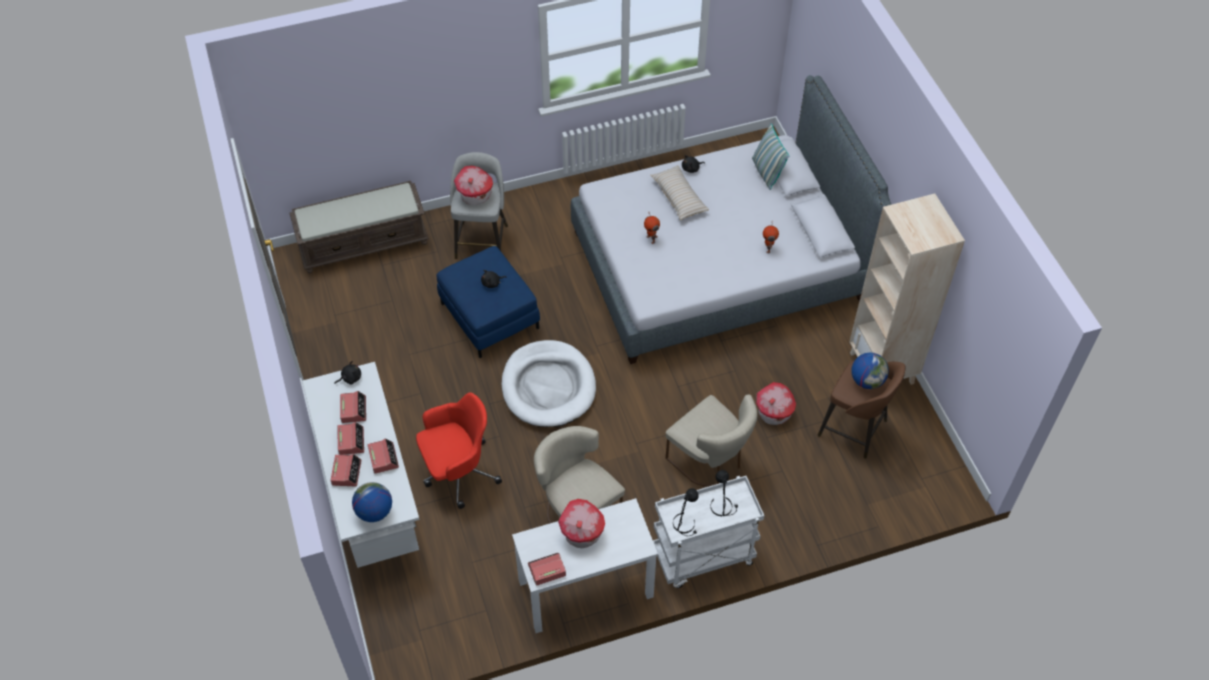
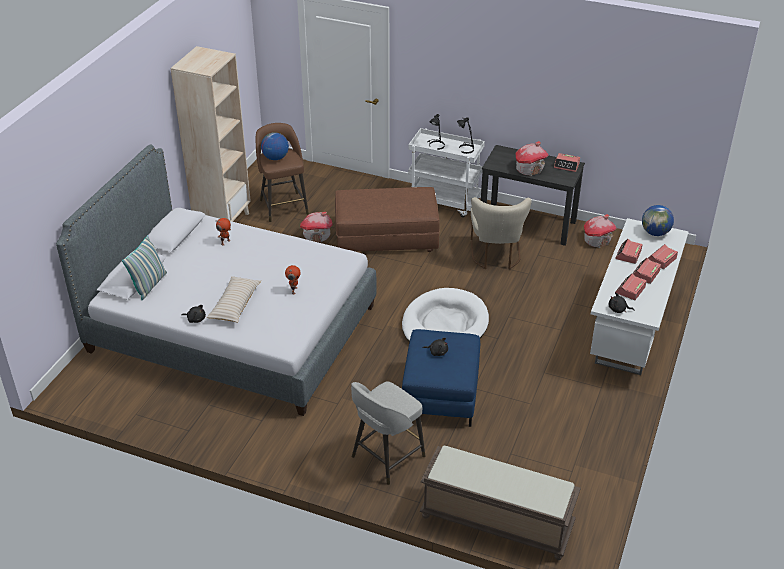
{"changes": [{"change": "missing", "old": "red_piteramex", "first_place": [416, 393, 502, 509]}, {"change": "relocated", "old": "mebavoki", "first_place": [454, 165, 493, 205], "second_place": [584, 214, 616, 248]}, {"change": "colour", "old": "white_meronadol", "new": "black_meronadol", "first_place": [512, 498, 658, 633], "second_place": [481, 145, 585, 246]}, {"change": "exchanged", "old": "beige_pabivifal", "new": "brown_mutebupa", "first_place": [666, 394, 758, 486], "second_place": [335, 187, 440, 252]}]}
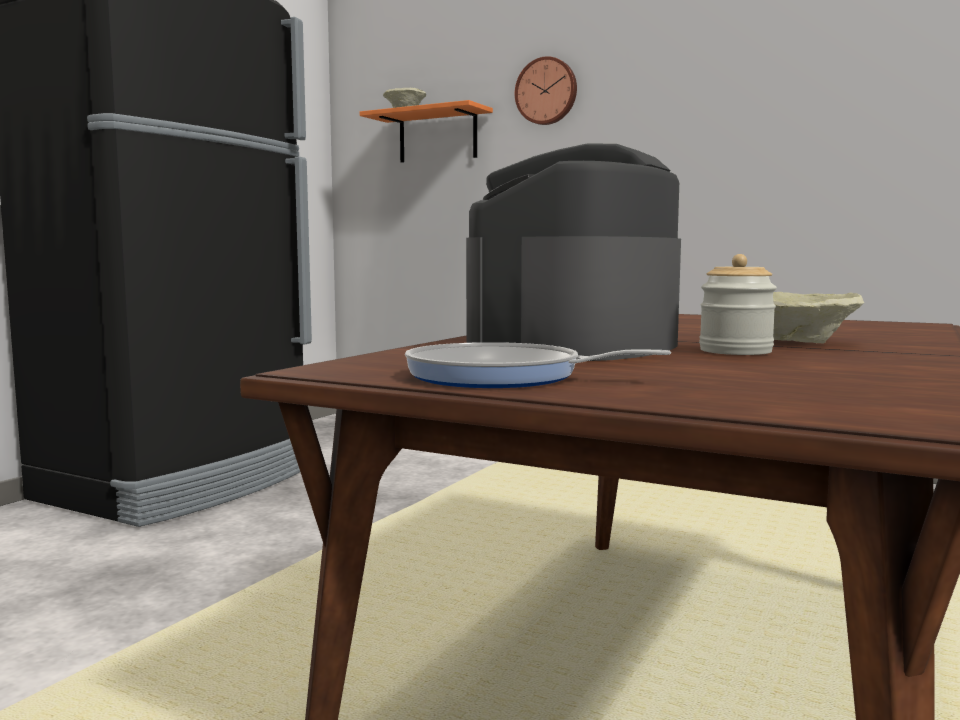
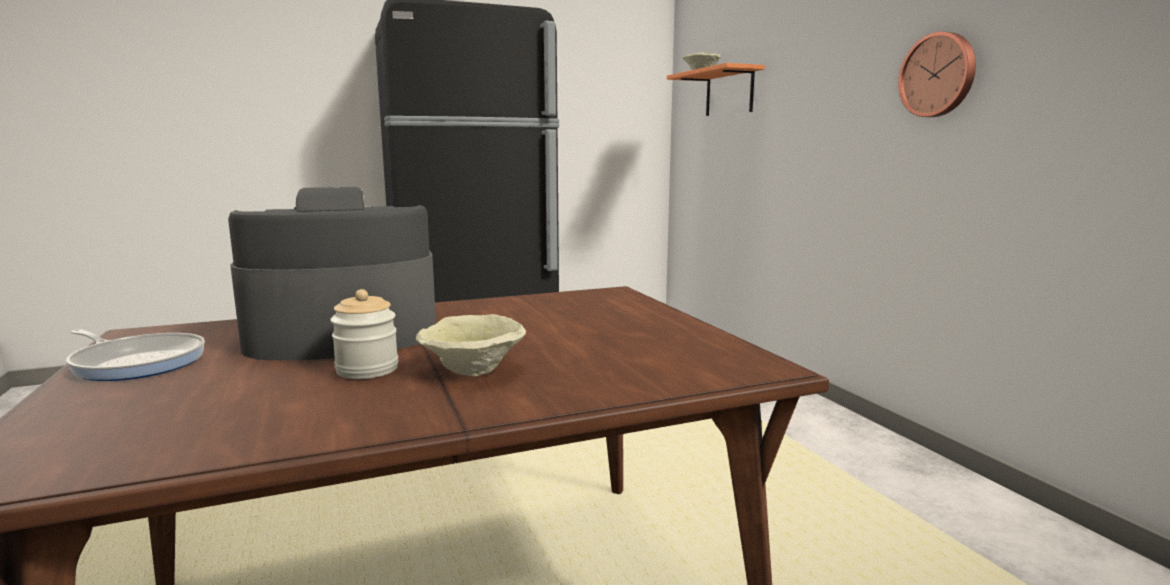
{"changes": [{"change": "spun", "old": "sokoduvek", "first_place": [405, 342, 671, 388], "second_place": [66, 329, 205, 381], "degrees": 150}, {"change": "relocated", "old": "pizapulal", "first_place": [515, 56, 577, 125], "second_place": [898, 32, 976, 117]}]}
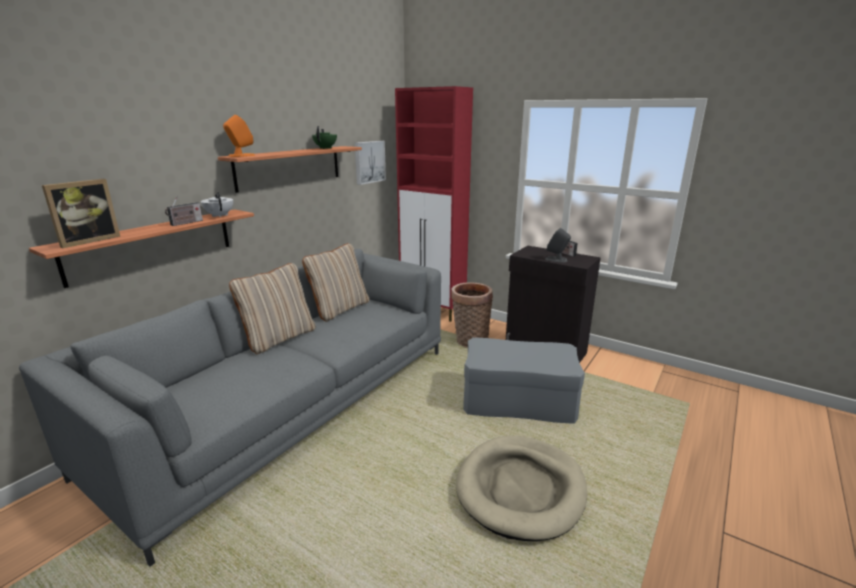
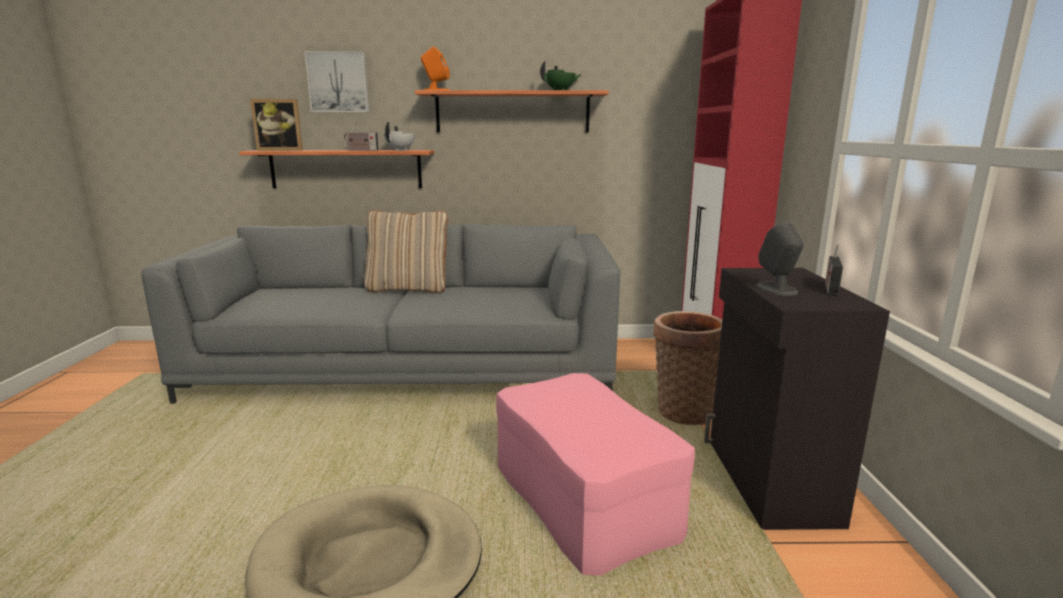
{"changes": [{"change": "missing", "old": "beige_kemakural", "first_place": [302, 243, 370, 322]}, {"change": "relocated", "old": "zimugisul", "first_place": [355, 141, 386, 185], "second_place": [305, 51, 369, 113]}, {"change": "colour", "old": "grey_mutebupa", "new": "pink_mutebupa", "first_place": [463, 337, 585, 424], "second_place": [496, 373, 695, 576]}]}
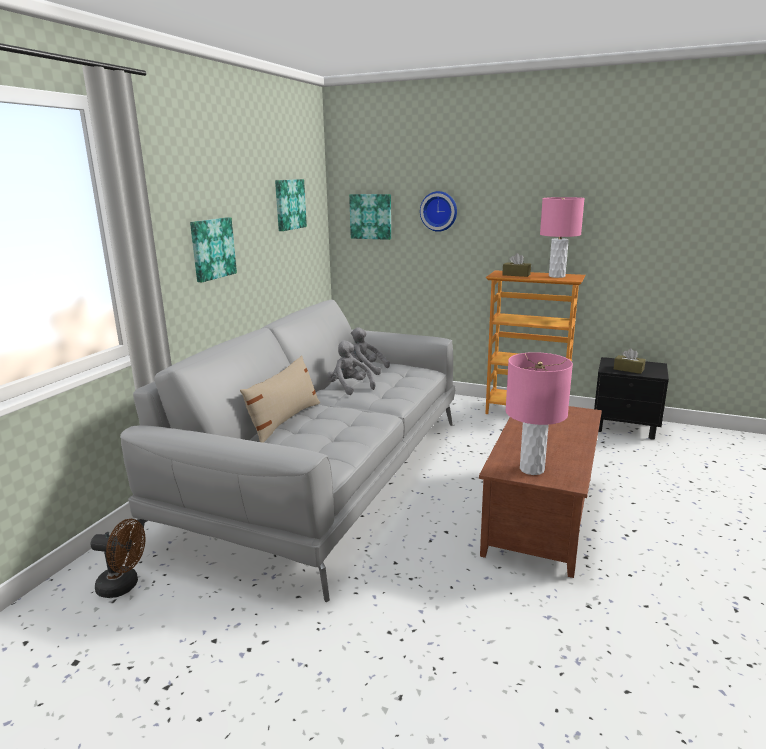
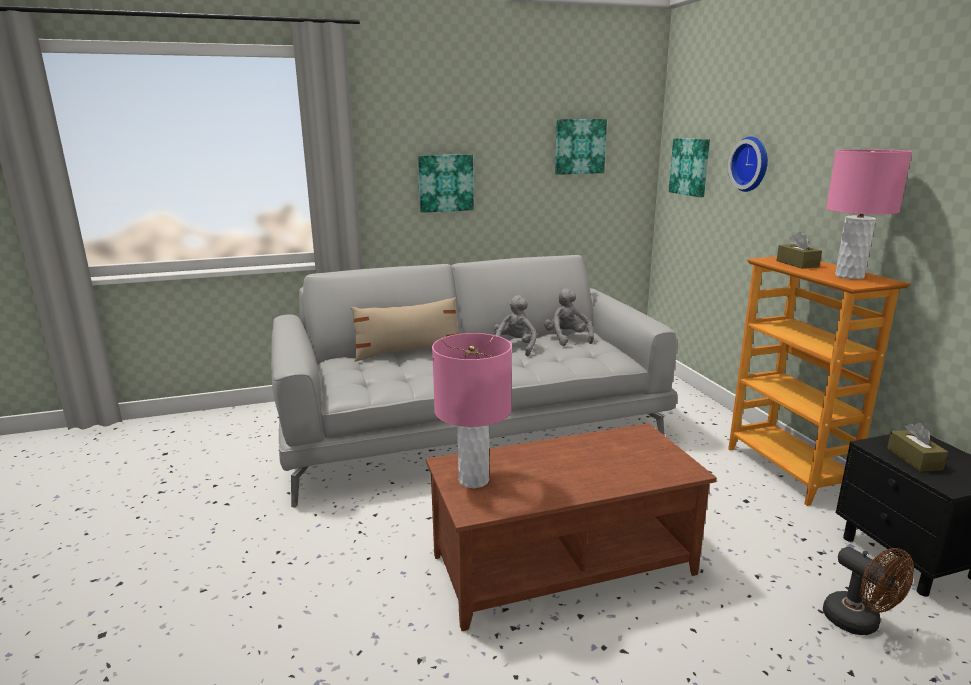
{"changes": [{"change": "relocated", "old": "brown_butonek", "first_place": [91, 519, 146, 598], "second_place": [823, 546, 914, 635]}]}
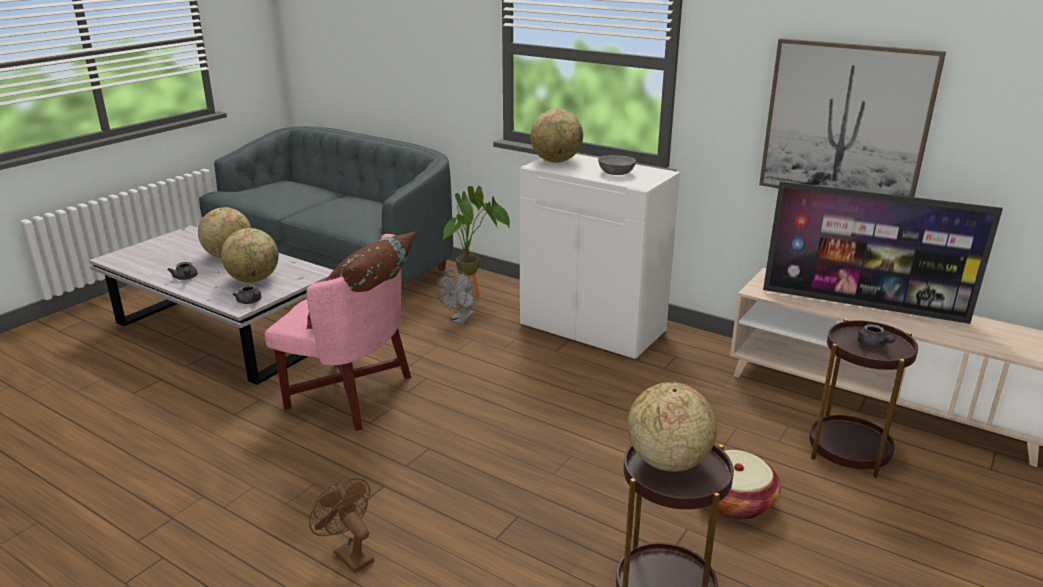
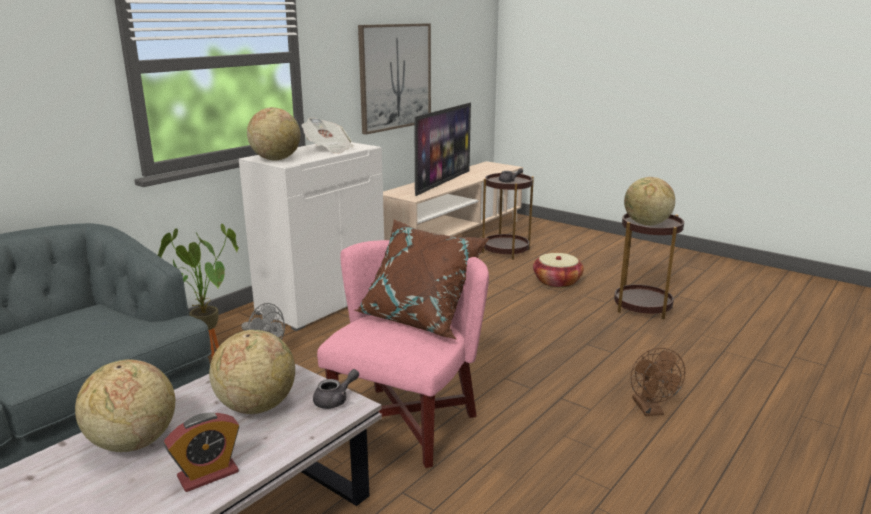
{"changes": [{"change": "exchanged", "old": "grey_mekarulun", "new": "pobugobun", "first_place": [168, 262, 198, 280], "second_place": [164, 412, 239, 492]}, {"change": "spun", "old": "brown_butonek", "first_place": [309, 478, 374, 573], "second_place": [630, 348, 685, 416], "degrees": -60}, {"change": "exchanged", "old": "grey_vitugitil", "new": "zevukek", "first_place": [598, 155, 636, 175], "second_place": [302, 118, 354, 154]}]}
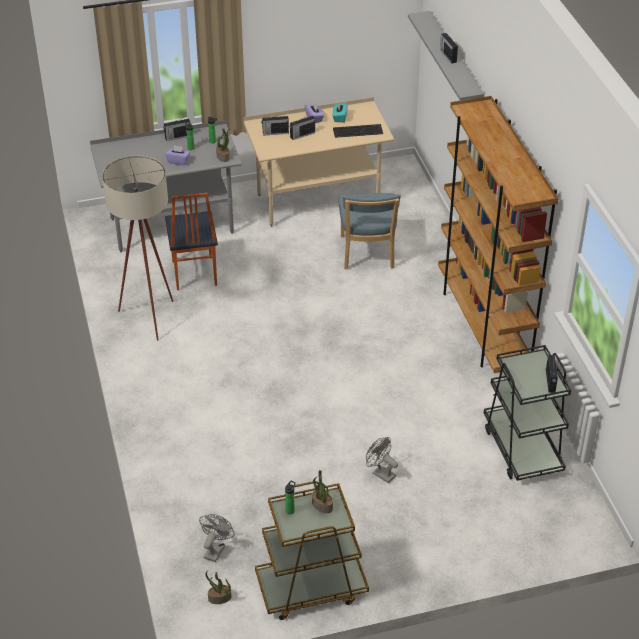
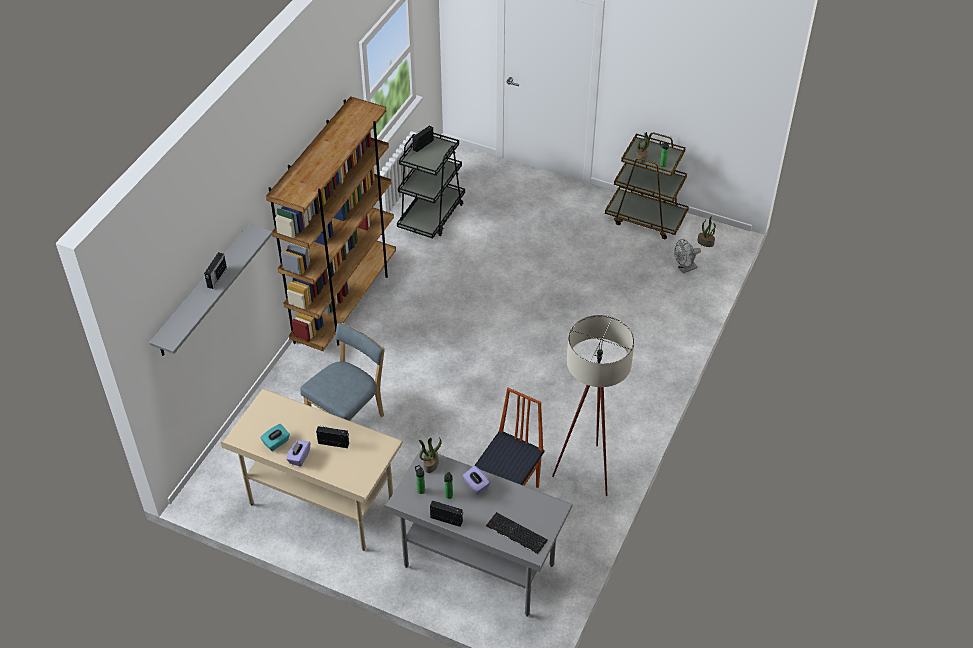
{"changes": [{"change": "missing", "old": "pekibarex", "first_place": [261, 114, 289, 136]}, {"change": "relocated", "old": "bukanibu", "first_place": [333, 124, 383, 138], "second_place": [486, 512, 548, 554]}, {"change": "missing", "old": "grey_butonek", "first_place": [366, 437, 398, 483]}]}
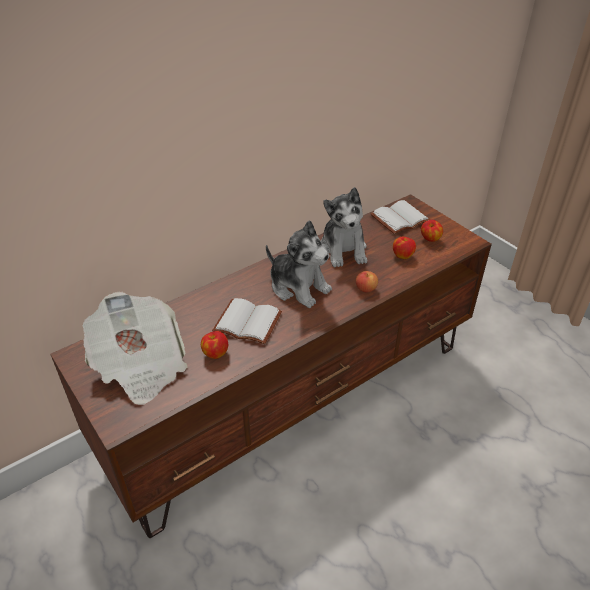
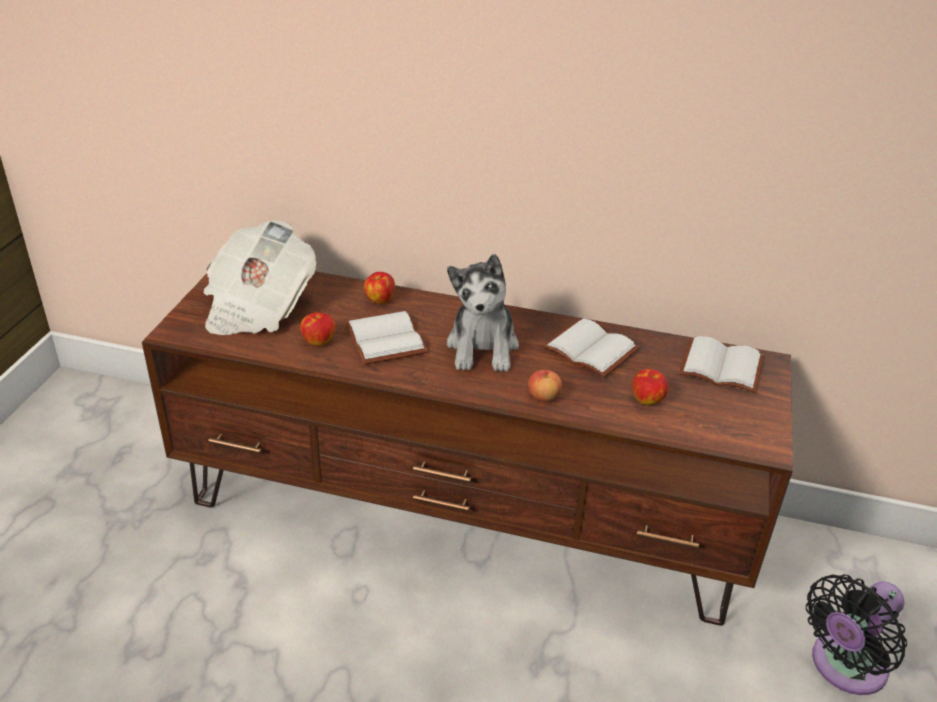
{"changes": [{"change": "exchanged", "old": "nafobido", "new": "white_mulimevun", "first_place": [321, 187, 367, 267], "second_place": [543, 318, 639, 378]}, {"change": "relocated", "old": "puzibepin", "first_place": [421, 220, 443, 242], "second_place": [364, 272, 395, 304]}, {"change": "appeared", "new": "black_butonek", "second_place": [806, 574, 907, 695]}]}
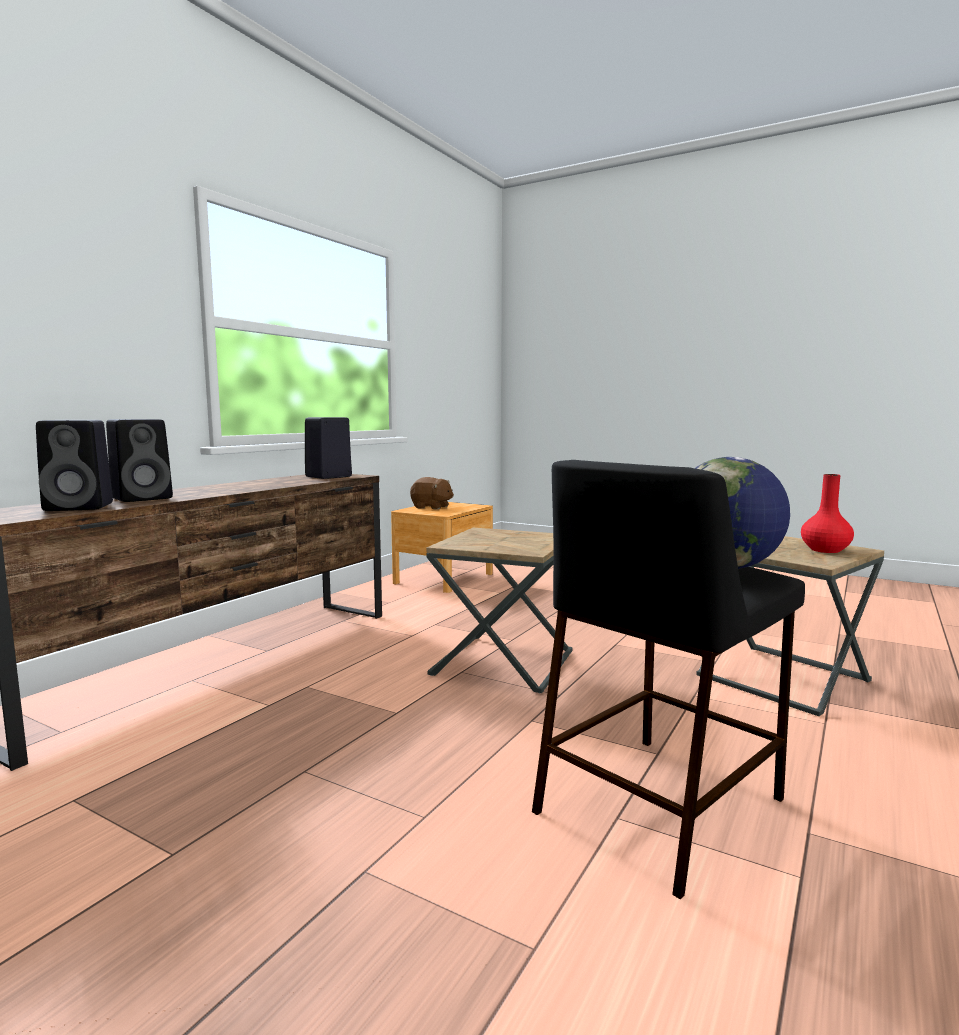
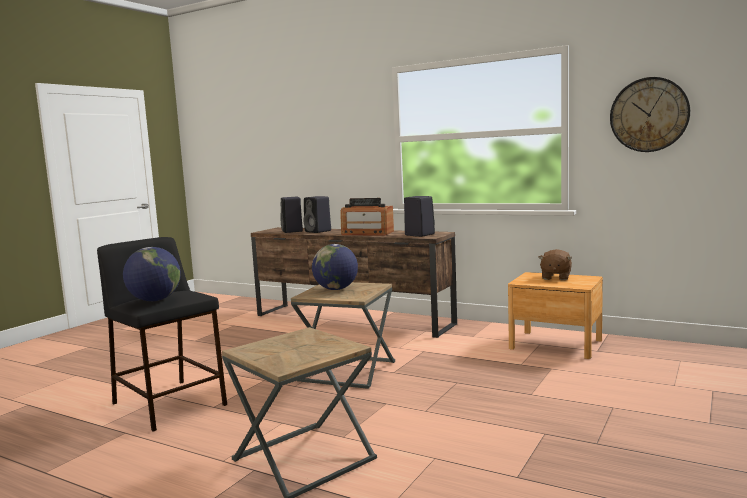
{"changes": [{"change": "missing", "old": "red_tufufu", "first_place": [801, 474, 854, 553]}, {"change": "appeared", "new": "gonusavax", "second_place": [312, 244, 358, 290]}, {"change": "appeared", "new": "pekibarex", "second_place": [340, 198, 394, 235]}, {"change": "appeared", "new": "pizapulal", "second_place": [610, 77, 690, 152]}]}
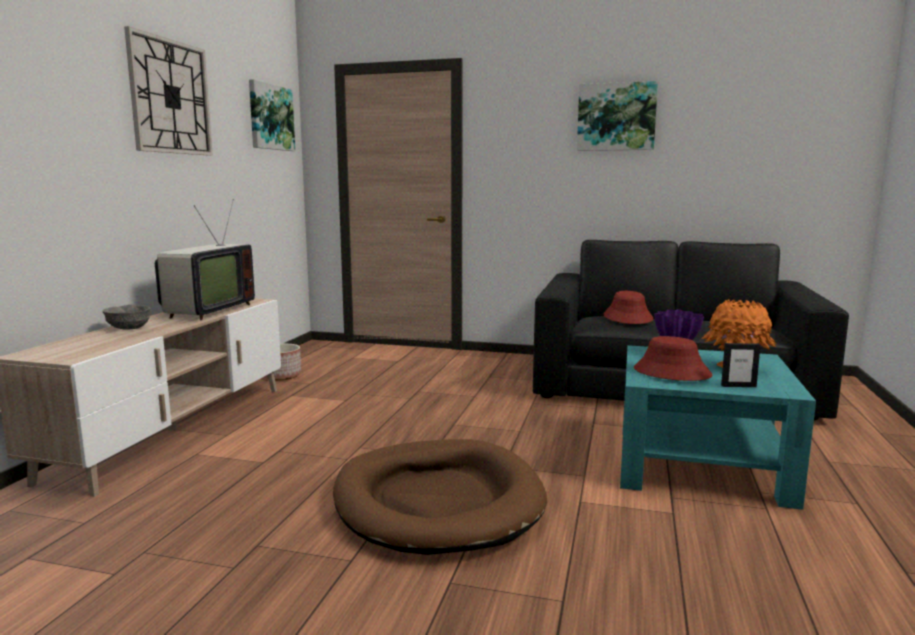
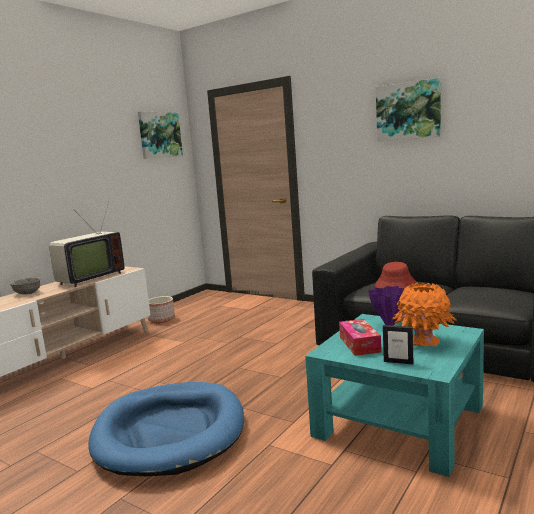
{"changes": [{"change": "missing", "old": "pizapulal", "first_place": [124, 26, 213, 156]}, {"change": "colour", "old": "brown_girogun", "new": "blue_girogun", "first_place": [333, 439, 547, 555], "second_place": [89, 382, 244, 476]}, {"change": "exchanged", "old": "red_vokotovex", "new": "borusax", "first_place": [634, 336, 713, 381], "second_place": [339, 319, 381, 356]}]}
